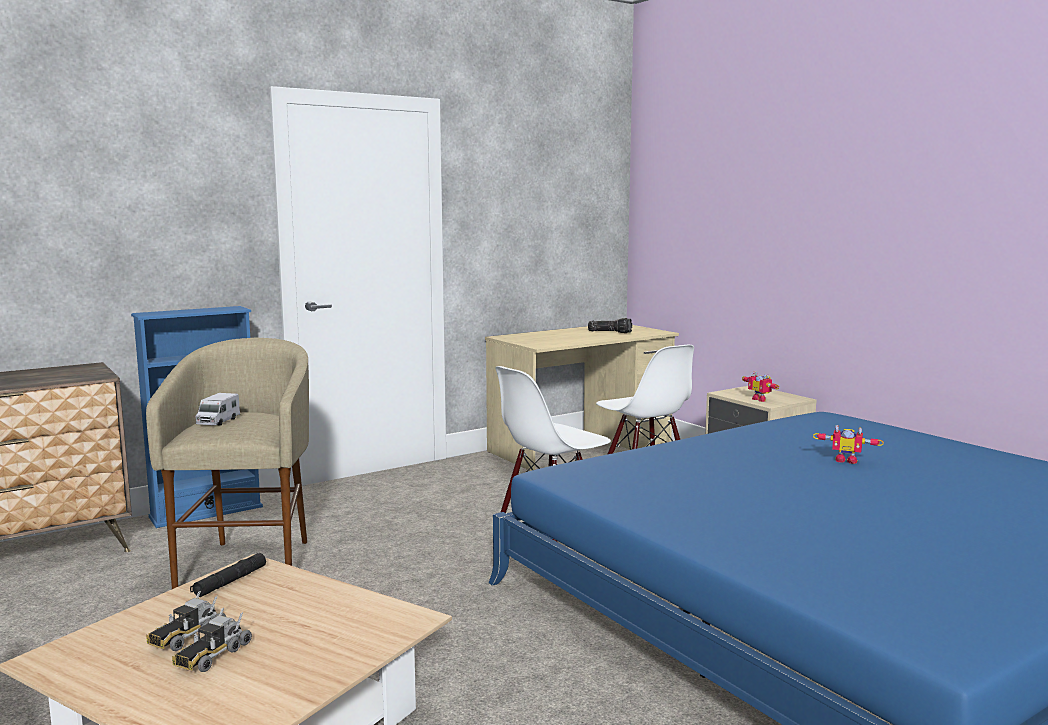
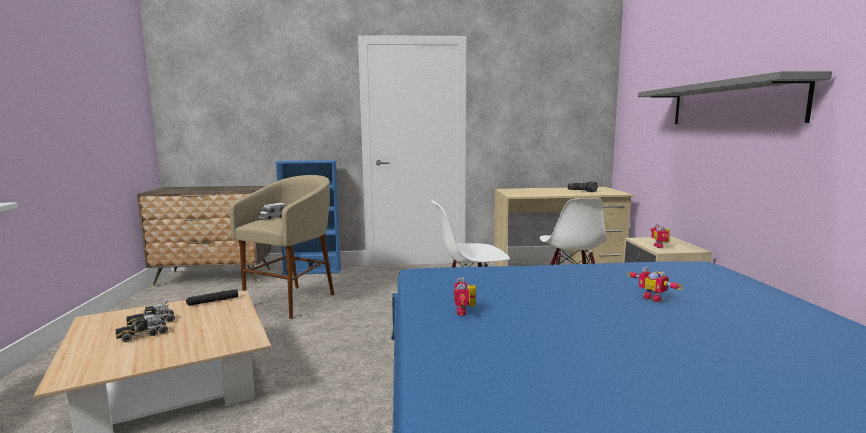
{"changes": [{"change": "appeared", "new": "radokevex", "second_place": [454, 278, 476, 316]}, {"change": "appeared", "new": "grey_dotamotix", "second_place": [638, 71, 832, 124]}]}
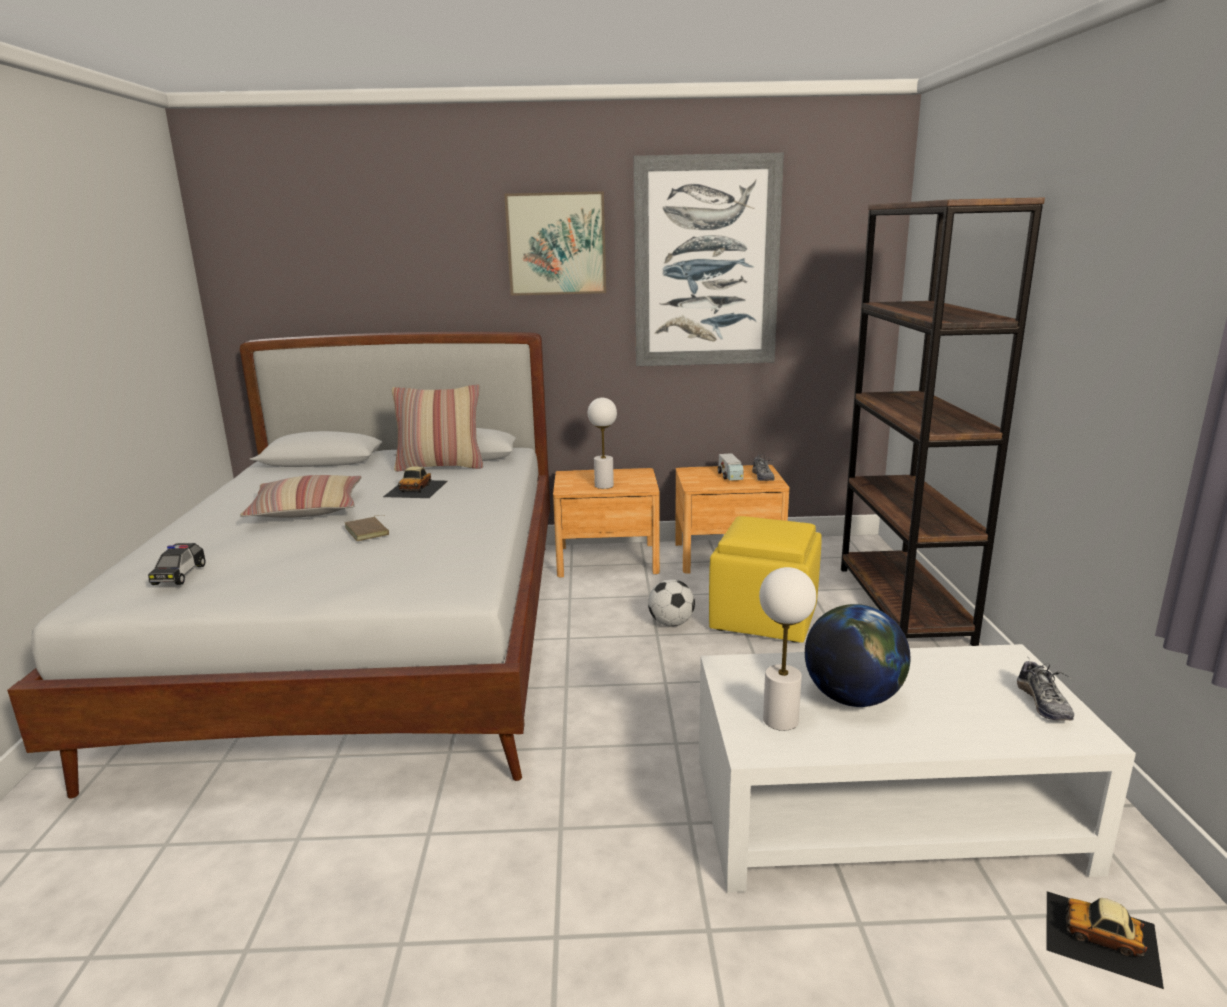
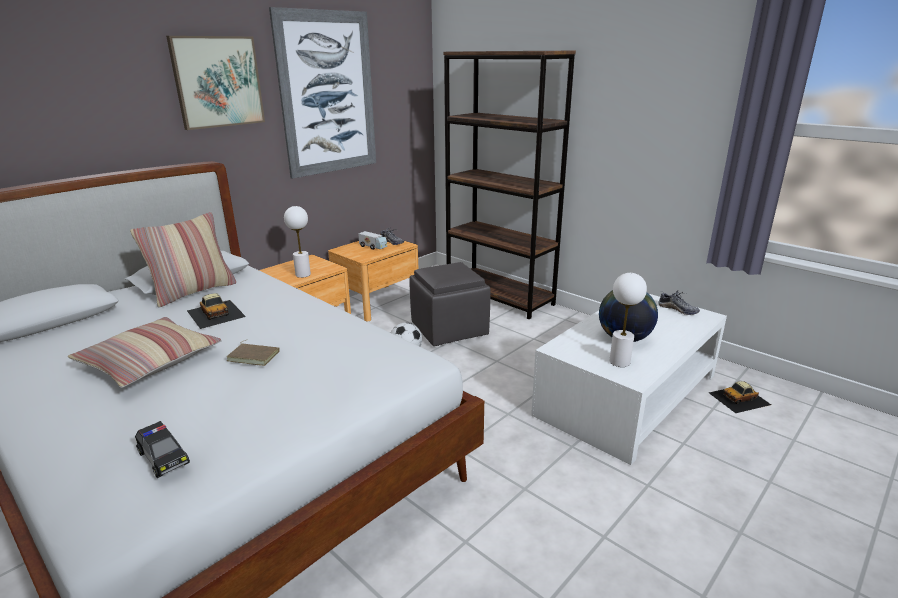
{"changes": [{"change": "colour", "old": "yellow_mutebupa", "new": "grey_mutebupa", "first_place": [709, 516, 822, 643], "second_place": [410, 262, 491, 346]}]}
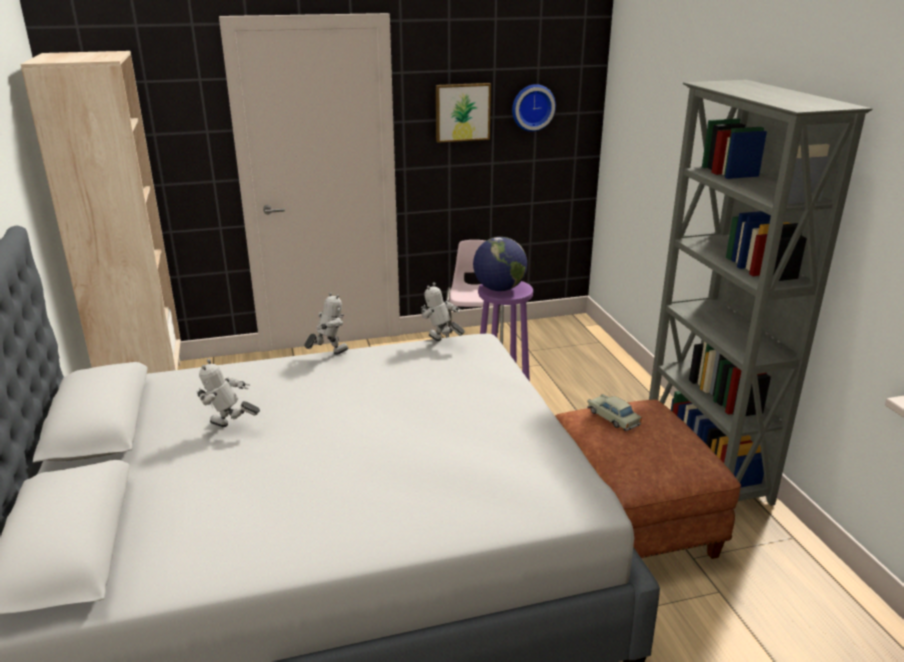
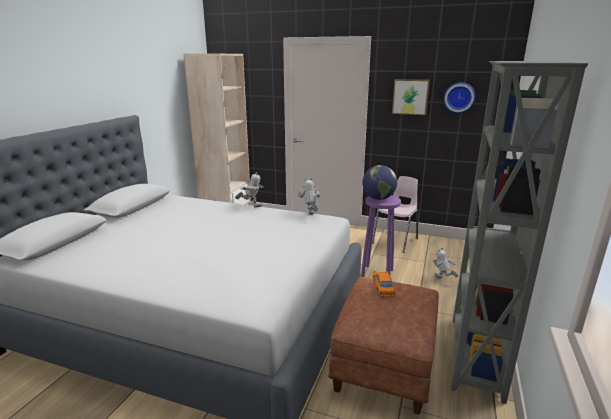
{"changes": [{"change": "relocated", "old": "radokevex", "first_place": [196, 359, 260, 427], "second_place": [433, 248, 459, 279]}, {"change": "colour", "old": "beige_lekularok", "new": "orange_lekularok", "first_place": [587, 394, 642, 431], "second_place": [373, 271, 395, 297]}]}
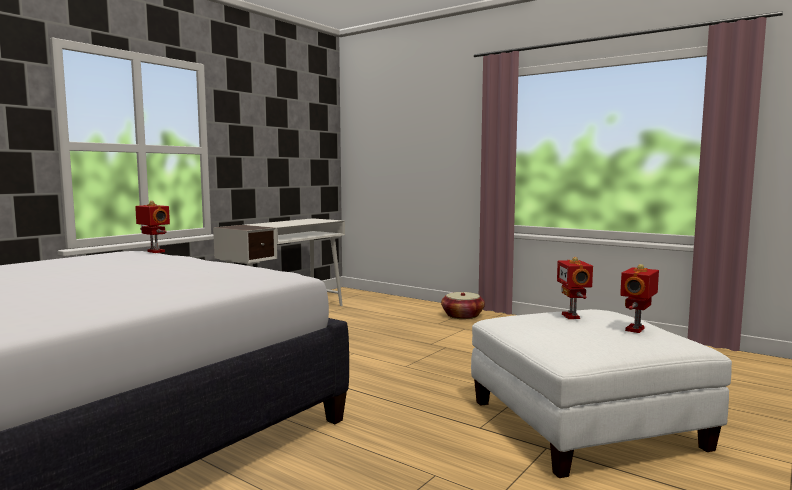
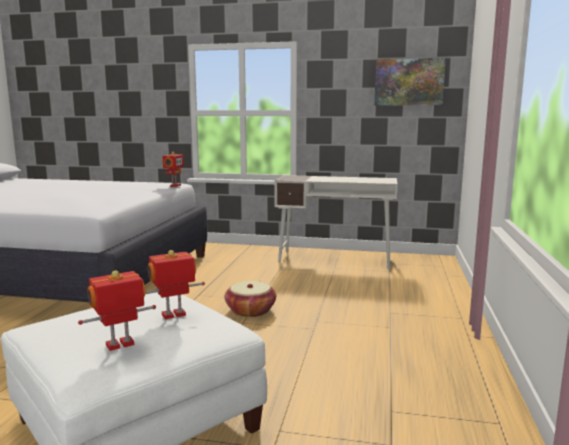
{"changes": [{"change": "relocated", "old": "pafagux", "first_place": [441, 292, 485, 319], "second_place": [225, 281, 276, 317]}, {"change": "spun", "old": "radokevex", "first_place": [620, 264, 659, 333], "second_place": [78, 270, 156, 351], "degrees": -45}, {"change": "appeared", "new": "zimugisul", "second_place": [374, 58, 446, 105]}]}
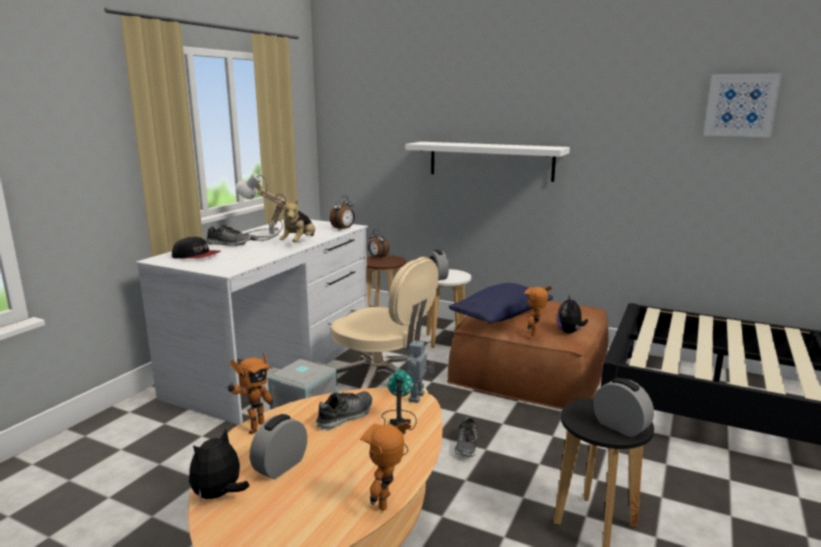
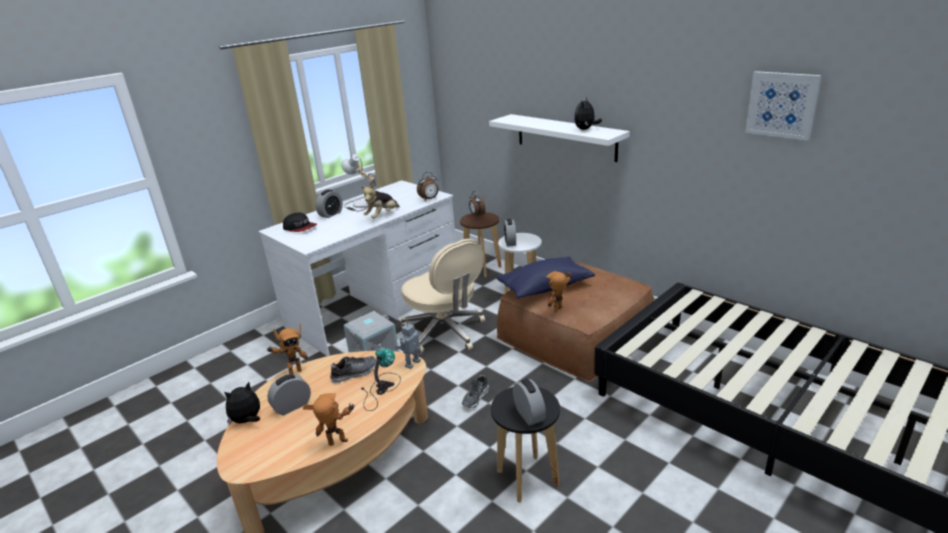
{"changes": [{"change": "exchanged", "old": "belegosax", "new": "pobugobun", "first_place": [206, 225, 251, 246], "second_place": [315, 190, 343, 218]}, {"change": "spun", "old": "radokevex", "first_place": [360, 422, 411, 511], "second_place": [303, 393, 355, 446], "degrees": 45}, {"change": "relocated", "old": "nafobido", "first_place": [557, 296, 588, 333], "second_place": [574, 97, 602, 130]}]}
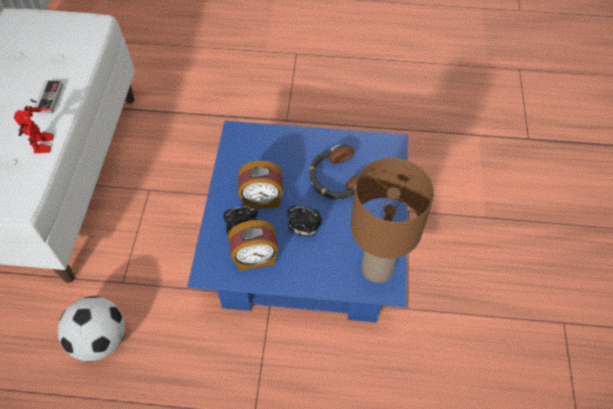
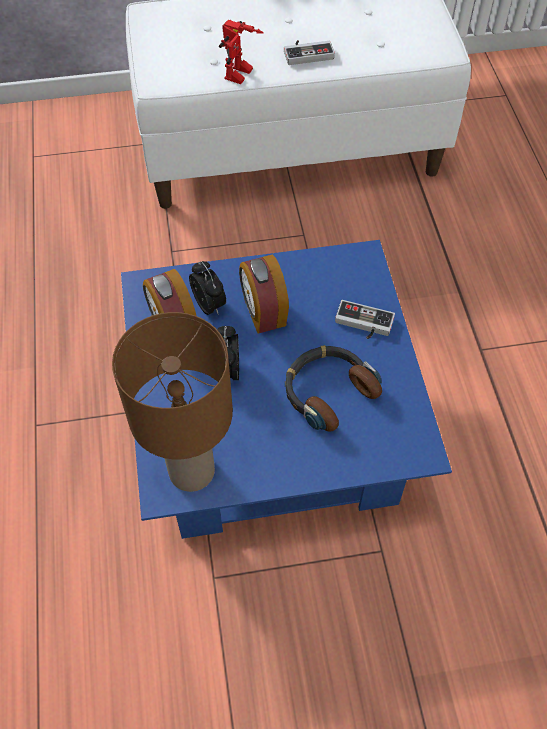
{"changes": [{"change": "spun", "old": "radokevex", "first_place": [14, 106, 54, 153], "second_place": [219, 20, 264, 84], "degrees": -45}, {"change": "missing", "old": "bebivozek", "first_place": [58, 296, 125, 362]}, {"change": "appeared", "new": "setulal", "second_place": [335, 300, 395, 339]}]}
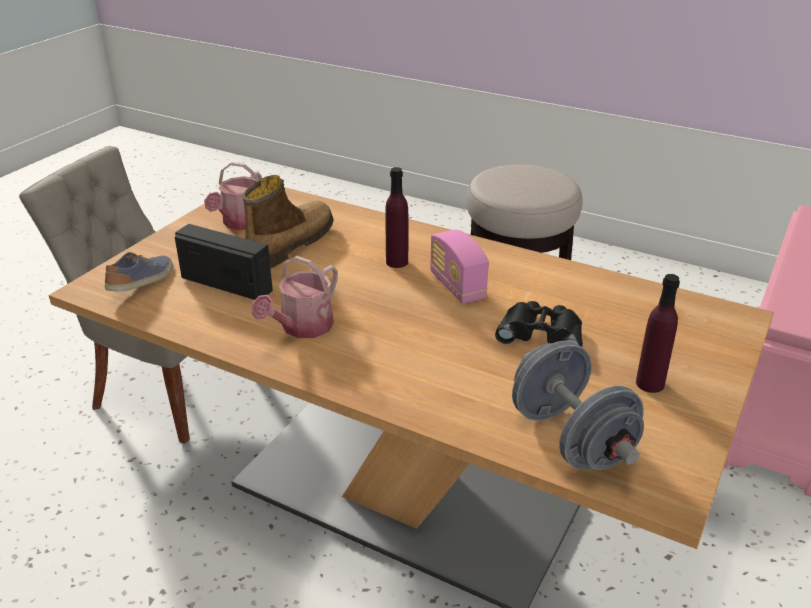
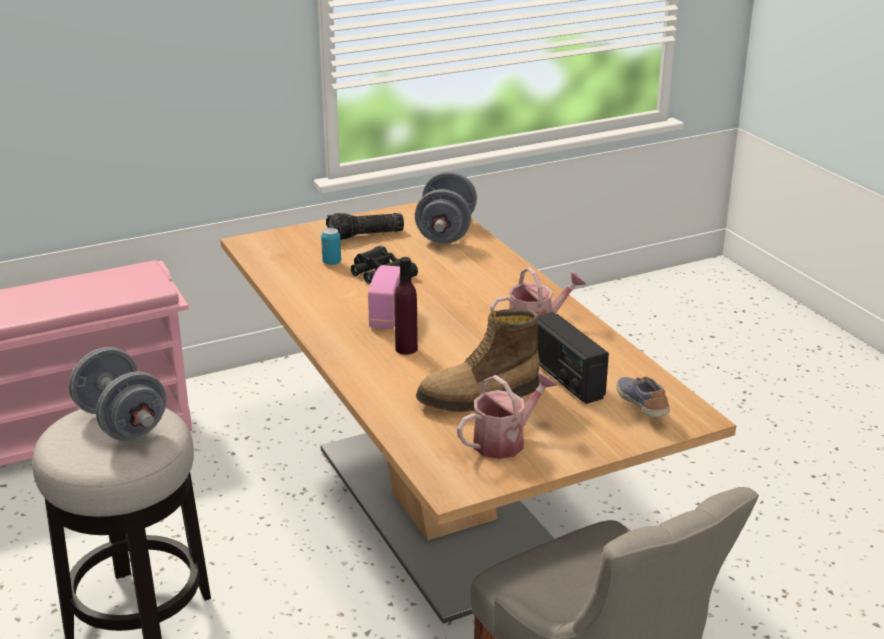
{"changes": [{"change": "spun", "old": "belegosax", "first_place": [105, 252, 173, 291], "second_place": [616, 376, 670, 417], "degrees": 105}, {"change": "exchanged", "old": "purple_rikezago", "new": "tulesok", "first_place": [636, 274, 680, 393], "second_place": [326, 213, 404, 240]}, {"change": "appeared", "new": "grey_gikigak", "second_place": [69, 347, 167, 441]}, {"change": "appeared", "new": "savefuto", "second_place": [321, 228, 341, 265]}]}
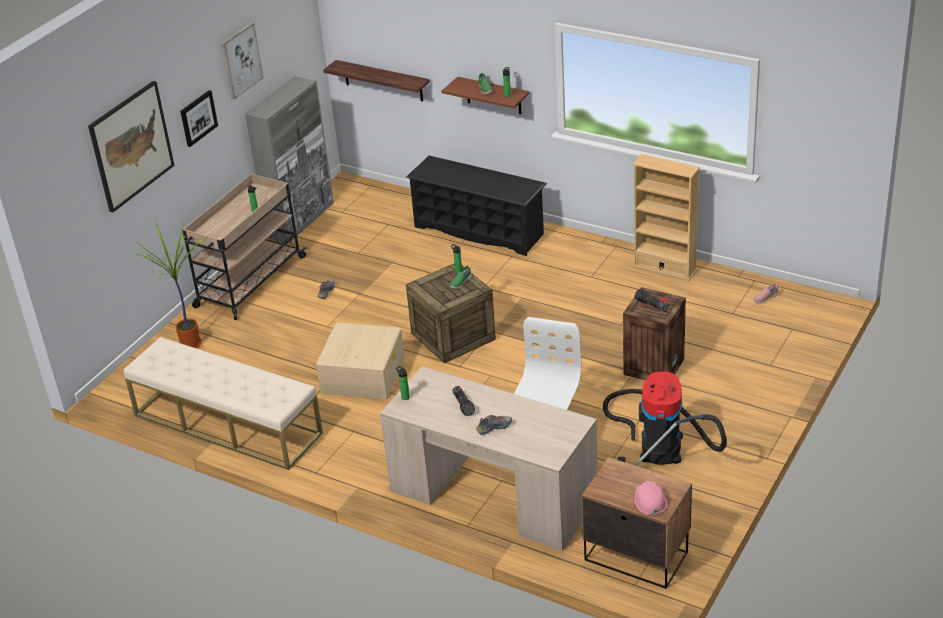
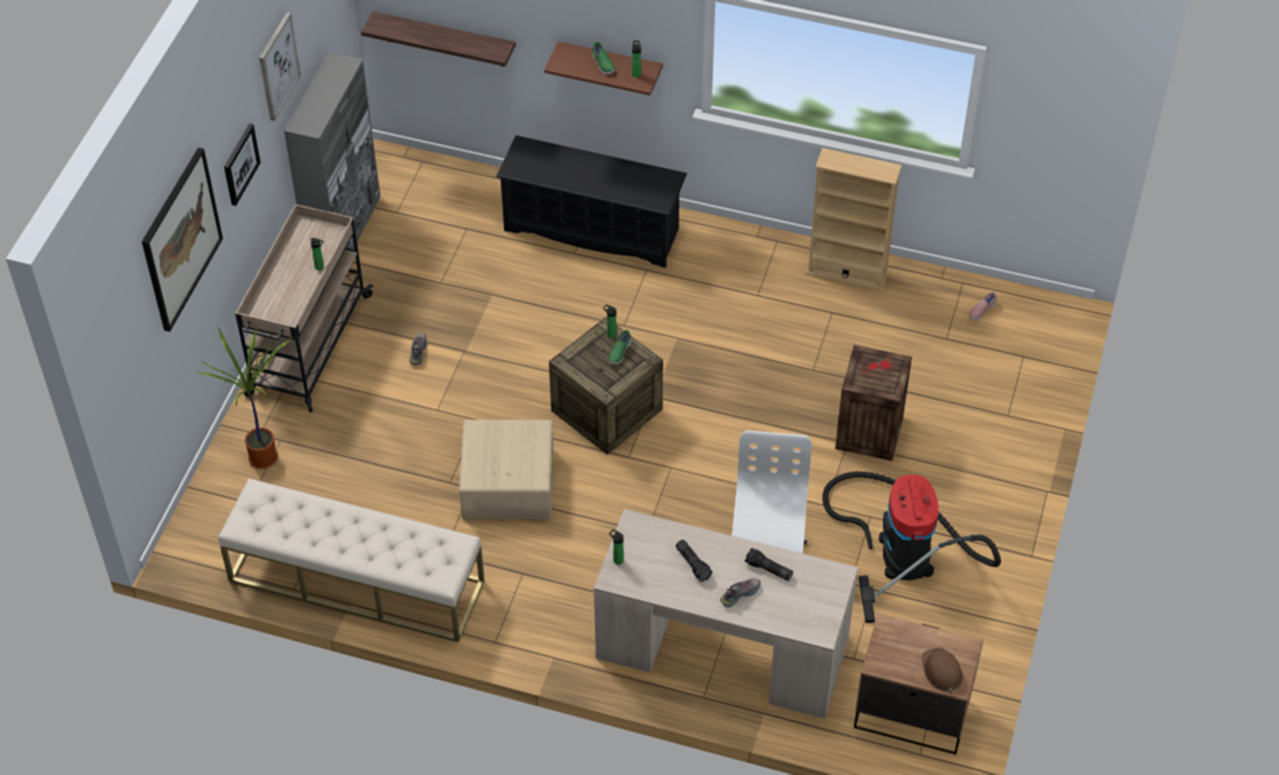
{"changes": [{"change": "relocated", "old": "tulesok", "first_place": [634, 289, 669, 312], "second_place": [745, 548, 793, 581]}, {"change": "colour", "old": "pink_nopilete", "new": "brown_nopilete", "first_place": [635, 480, 667, 517], "second_place": [922, 647, 963, 693]}]}
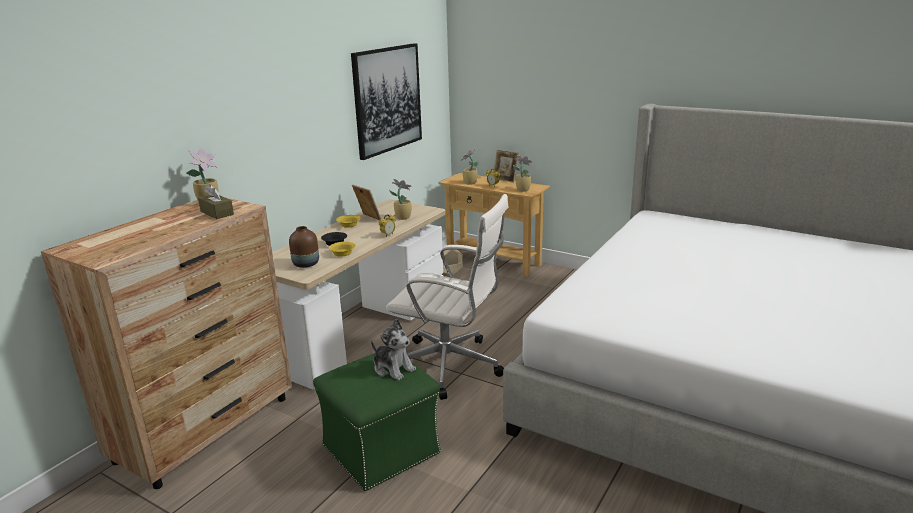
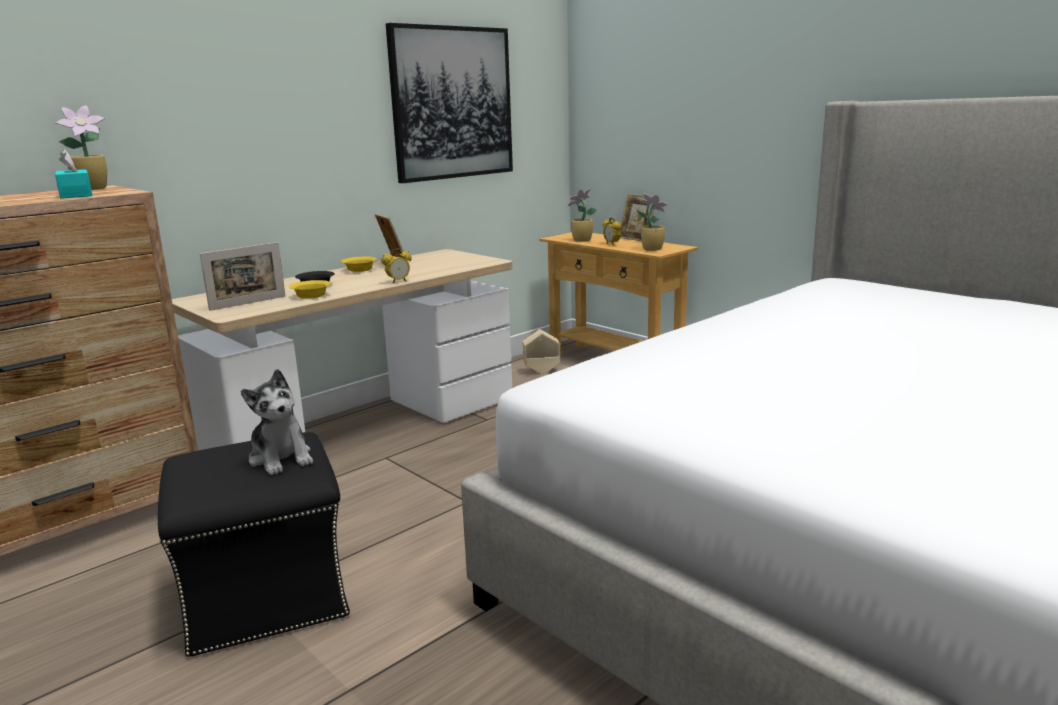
{"changes": [{"change": "colour", "old": "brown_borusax", "new": "turquoise_borusax", "first_place": [198, 185, 234, 219], "second_place": [55, 149, 93, 199]}, {"change": "exchanged", "old": "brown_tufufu", "new": "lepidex", "first_place": [289, 226, 319, 268], "second_place": [200, 242, 285, 311]}, {"change": "colour", "old": "green_mutebupa", "new": "black_mutebupa", "first_place": [313, 353, 441, 491], "second_place": [158, 432, 350, 657]}, {"change": "missing", "old": "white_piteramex", "first_place": [386, 194, 509, 400]}, {"change": "missing", "old": "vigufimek", "first_place": [389, 179, 412, 220]}]}
